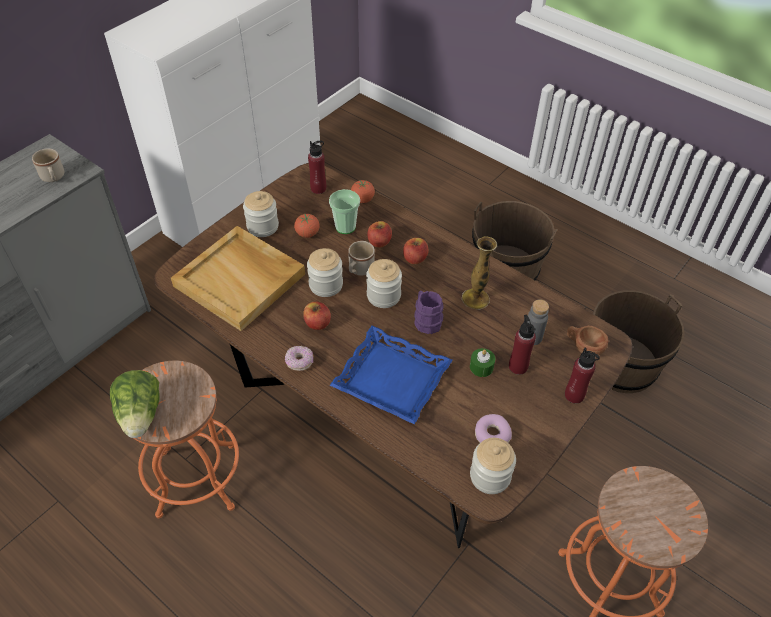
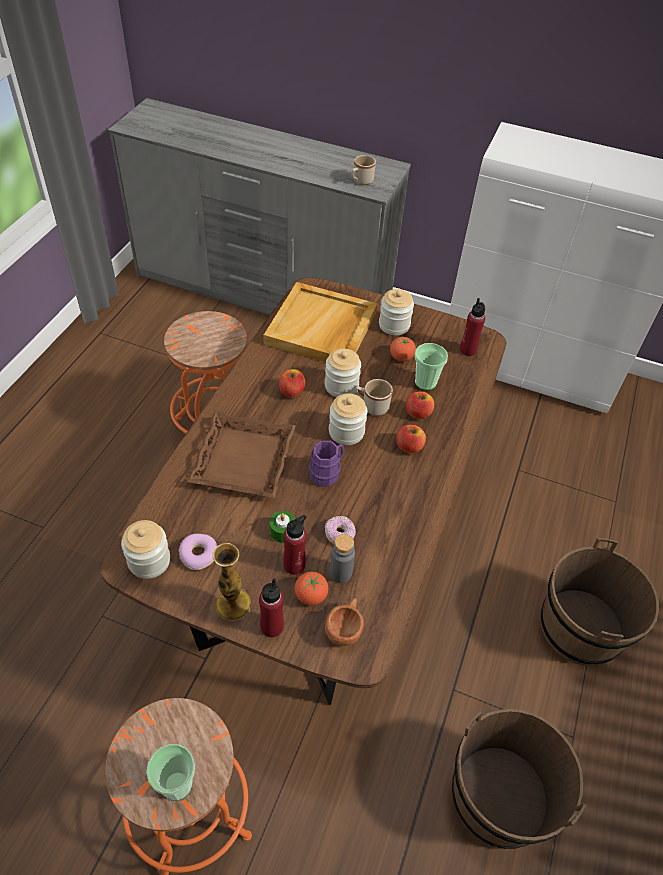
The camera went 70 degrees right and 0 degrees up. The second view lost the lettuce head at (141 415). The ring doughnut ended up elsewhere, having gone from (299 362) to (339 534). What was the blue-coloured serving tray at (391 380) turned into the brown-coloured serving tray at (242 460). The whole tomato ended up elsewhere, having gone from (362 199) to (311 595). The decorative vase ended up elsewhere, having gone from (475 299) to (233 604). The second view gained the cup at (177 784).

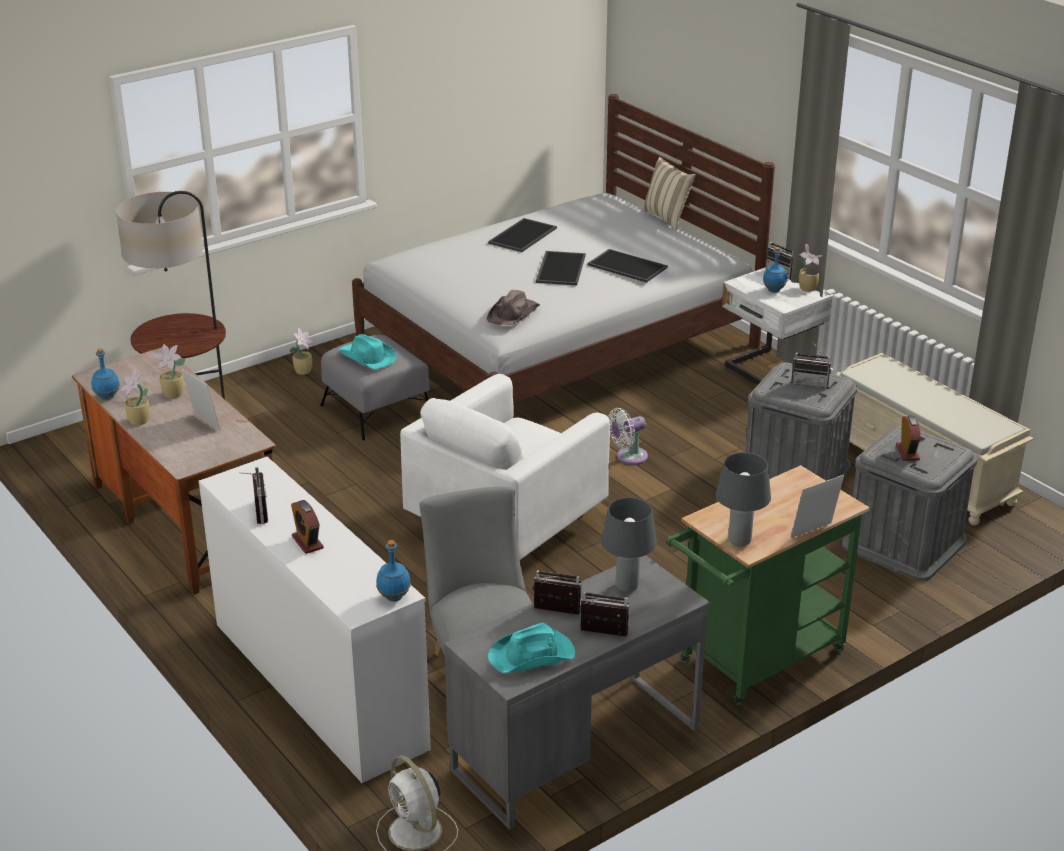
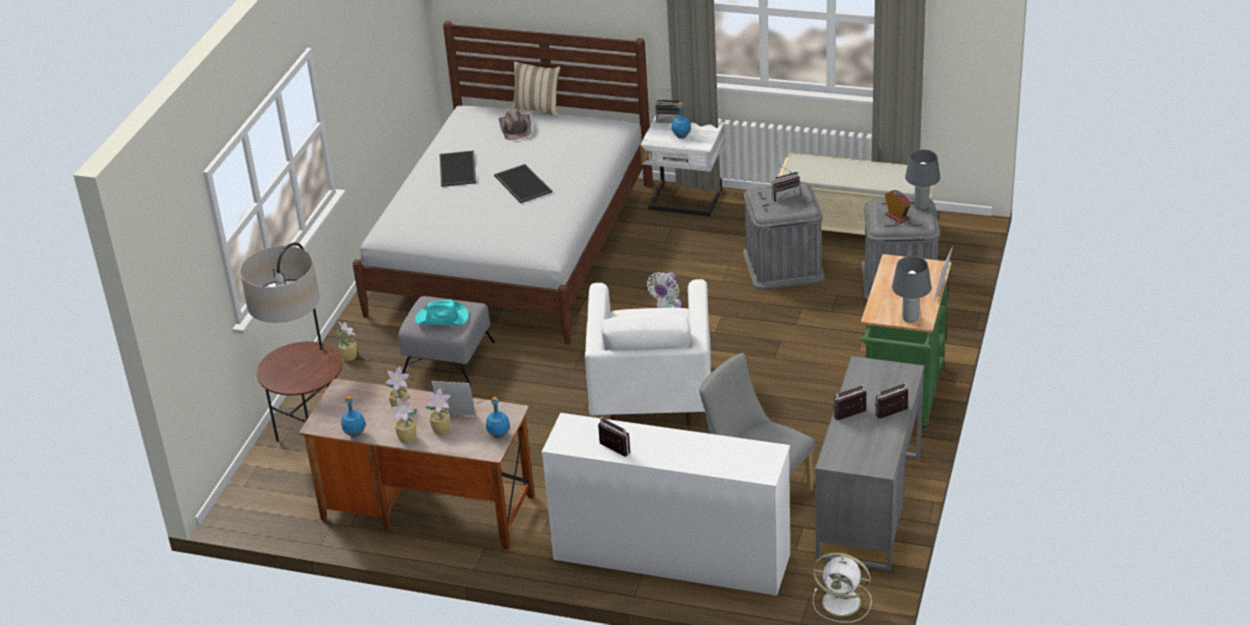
The camera went 35 degrees left and 5 degrees up. The second view lost the table clock at (307 542). The blue-coloured bottle ended up elsewhere, having gone from (393 597) to (498 435). The brown-coloured hat ended up elsewhere, having gone from (514 313) to (516 127). The second view lost the turquoise-coloured hat at (533 655). The second view lost the serving tray at (626 266). The gray table lamp ended up elsewhere, having gone from (626 587) to (921 207). The plant in a pot ended up elsewhere, having gone from (808 289) to (442 430).

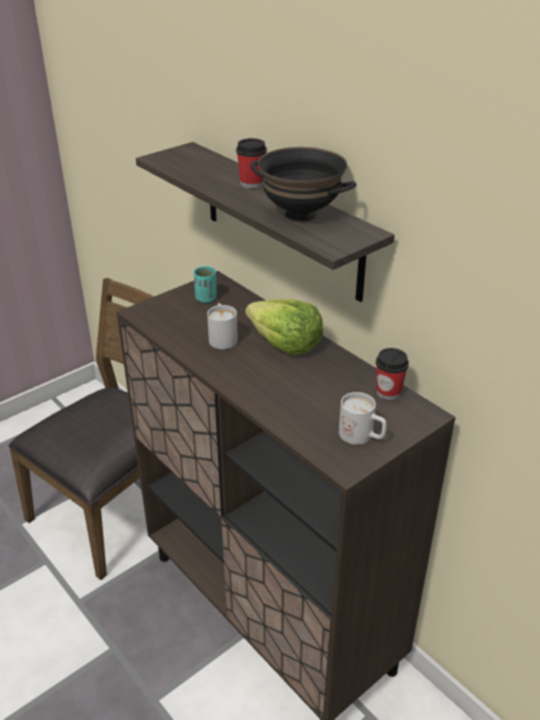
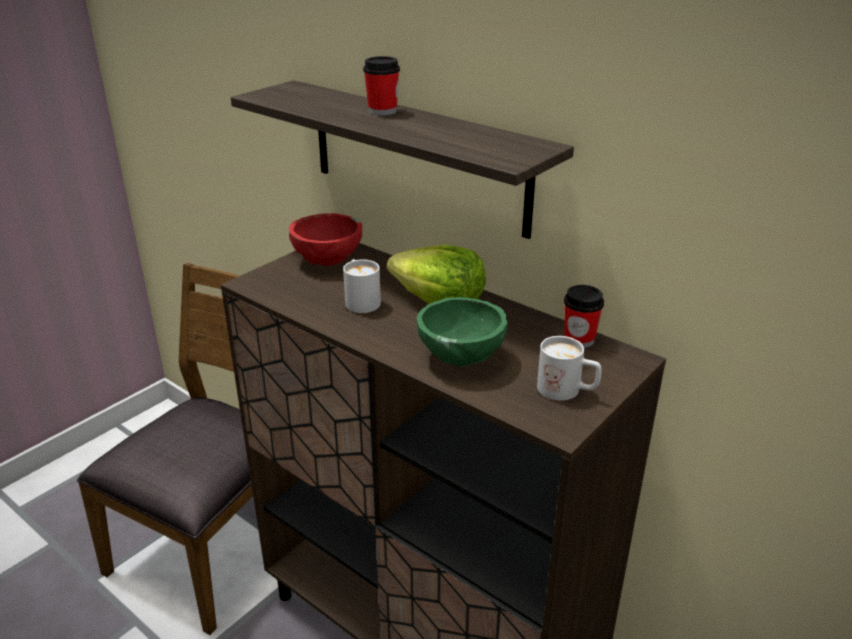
The camera went 10 degrees left and 5 degrees down. Where the turquoise-coloured cup stood at (206 298), the reddish serving bowl came to stand at (328 262). The second view lost the blackish serving bowl at (301 214). The second view gained the green-coloured serving bowl at (459 357).

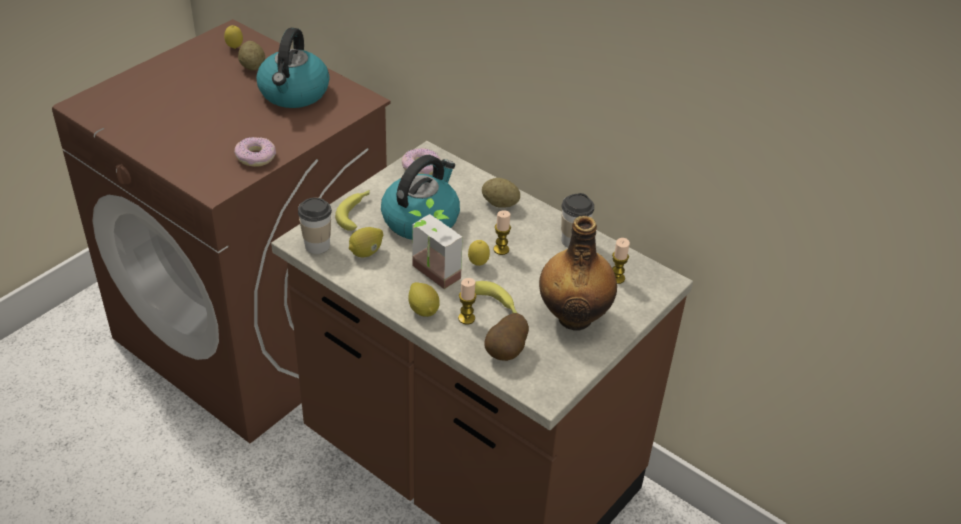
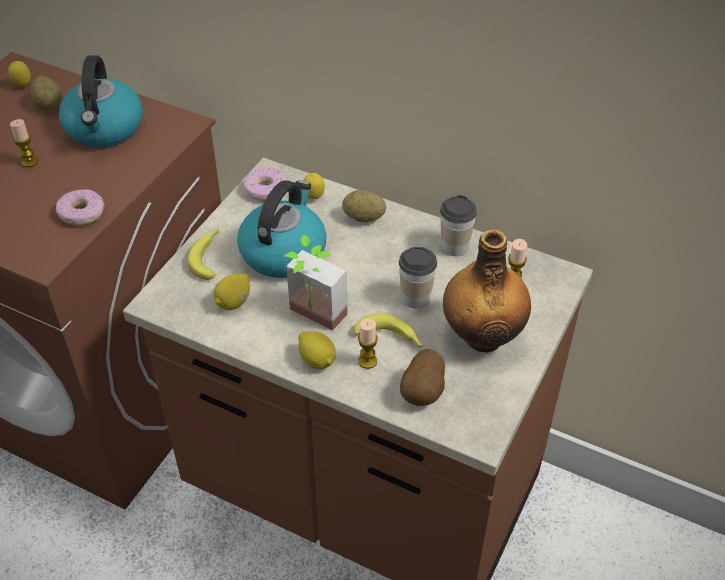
The camera went 10 degrees left and 5 degrees up. The cup ended up elsewhere, having gone from (317 245) to (415 298). The whole lemon ended up elsewhere, having gone from (478 264) to (314 198). The candle ended up elsewhere, having gone from (501 249) to (29 162).

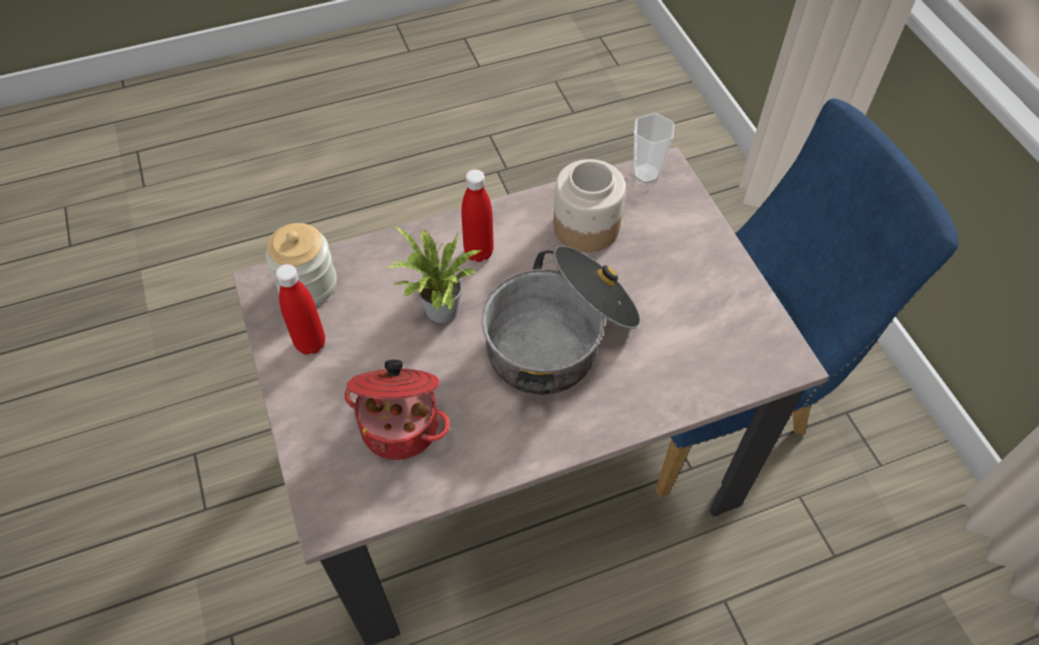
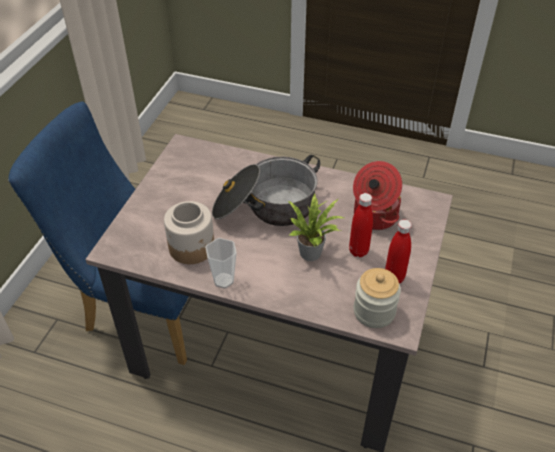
The camera went 140 degrees left and 10 degrees down. The reddish bottle ended up elsewhere, having gone from (478 252) to (358 251). The cup ended up elsewhere, having gone from (646 173) to (223 280).

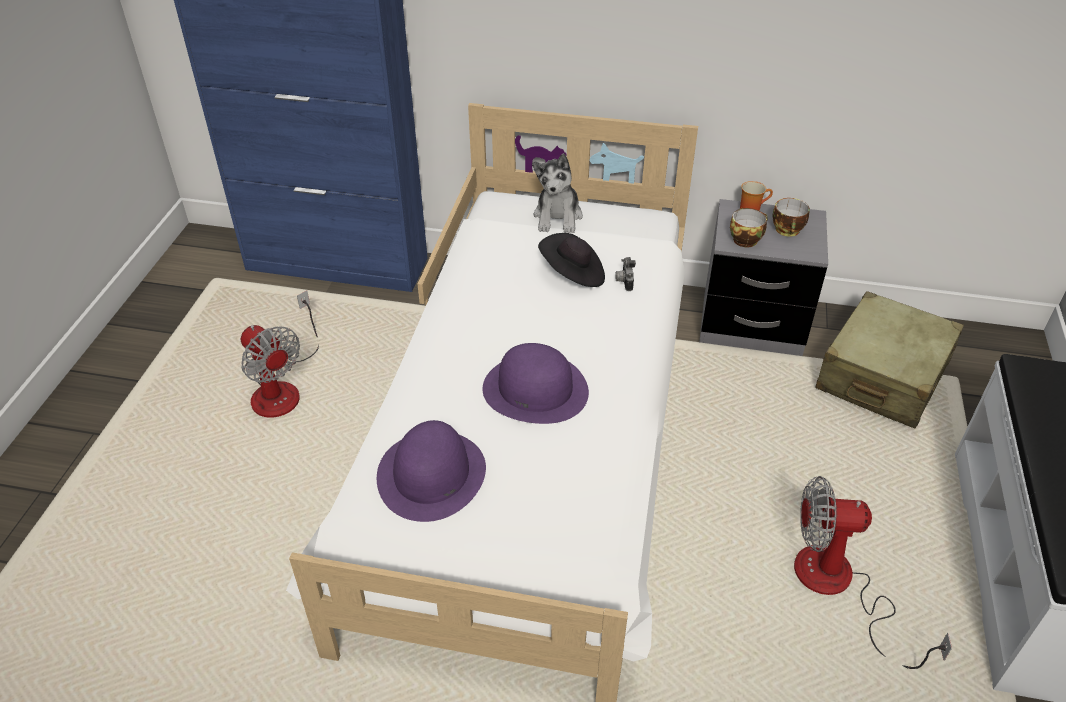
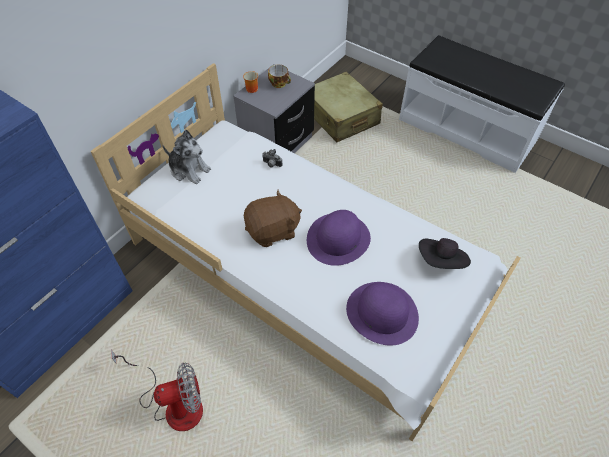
The camera went 65 degrees left and 10 degrees up. The blackish hat ended up elsewhere, having gone from (573 274) to (441 261). The second view lost the cup at (746 239). The second view lost the electric fan at (838 588). The second view gained the brown-coloured soft toy at (273 231).

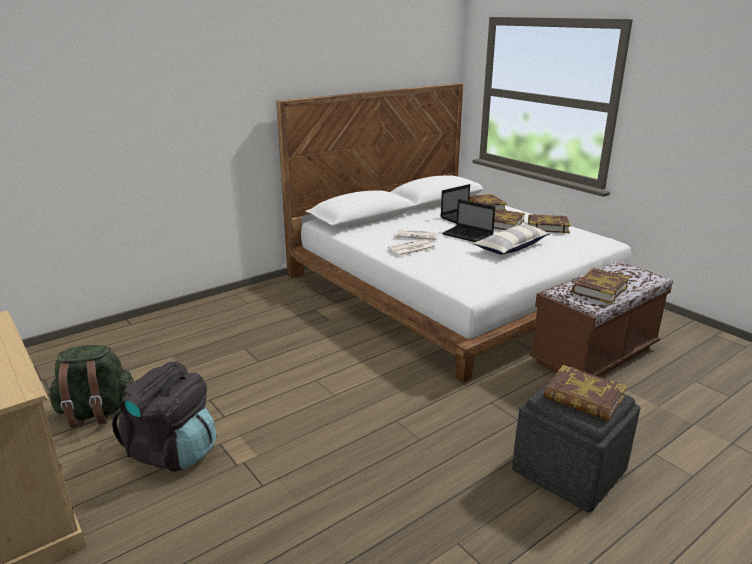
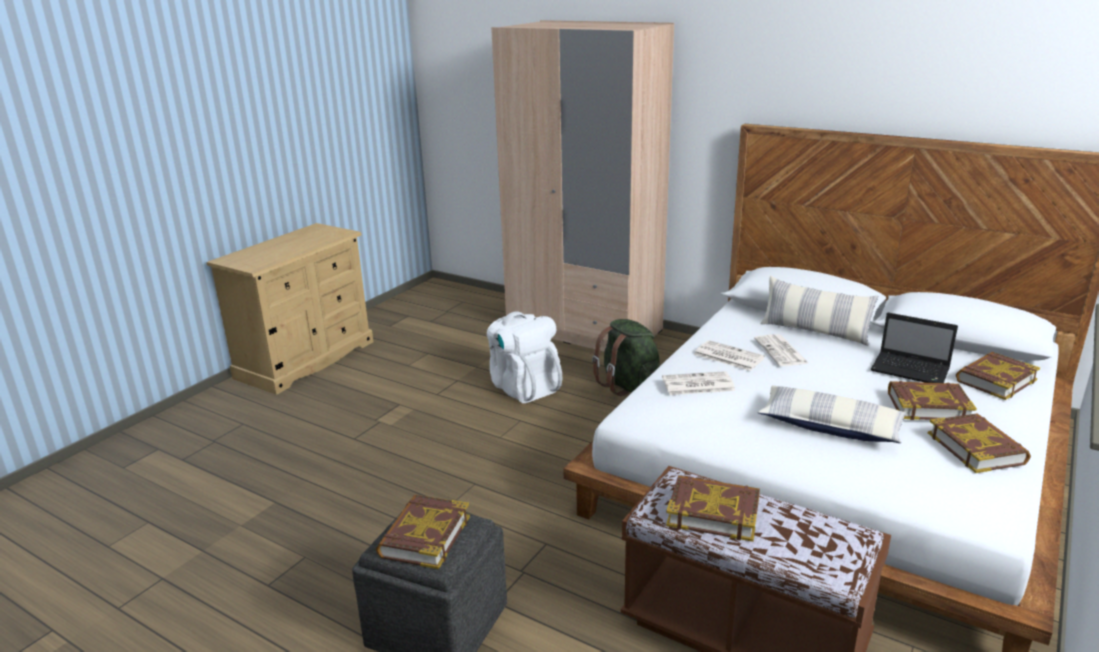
The camera went 70 degrees right and 0 degrees up. The green-coloured rucksack ended up elsewhere, having gone from (96 412) to (629 386). The second view lost the blackish rucksack at (173 451). The second view lost the portable computer at (468 235). The second view gained the whitish rucksack at (523 387). The second view gained the sand-coloured wardrobe at (584 330). The second view gained the printed paper at (697 384). The second view gained the pillow at (814 332).

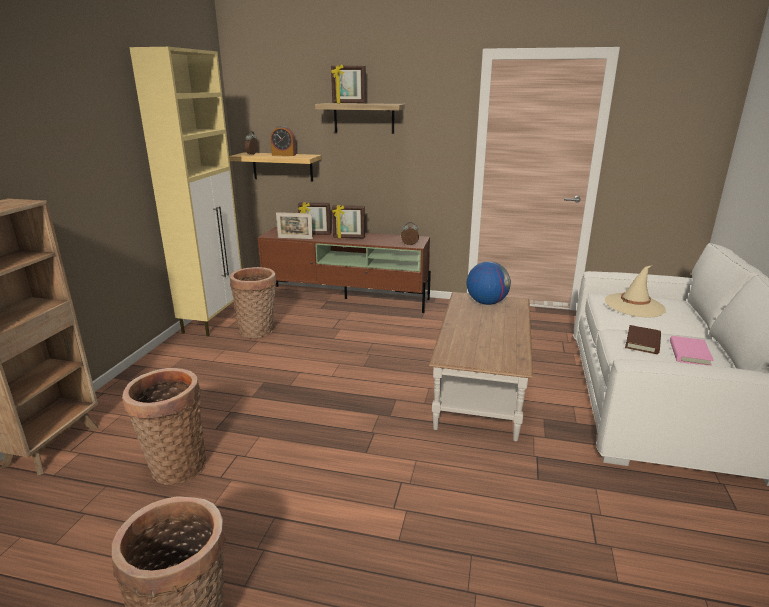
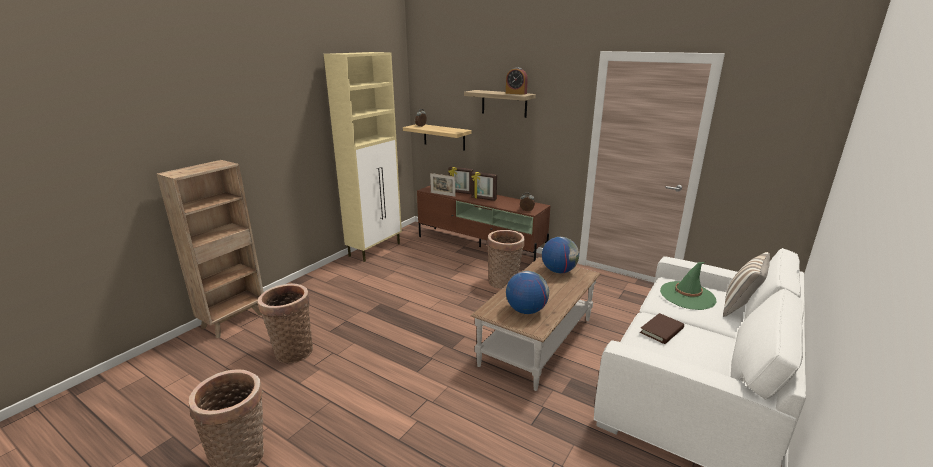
The camera went 20 degrees right and 0 degrees up. The storage basket ended up elsewhere, having gone from (258 331) to (504 282). The table clock ended up elsewhere, having gone from (284 155) to (516 93). The second view lost the standing frame at (349 103). What was the sand-coloured hat at (634 306) turned into the green-coloured hat at (687 296). The second view lost the pink book at (689 353). The second view gained the globe at (526 310). The second view gained the pillow at (740 308).

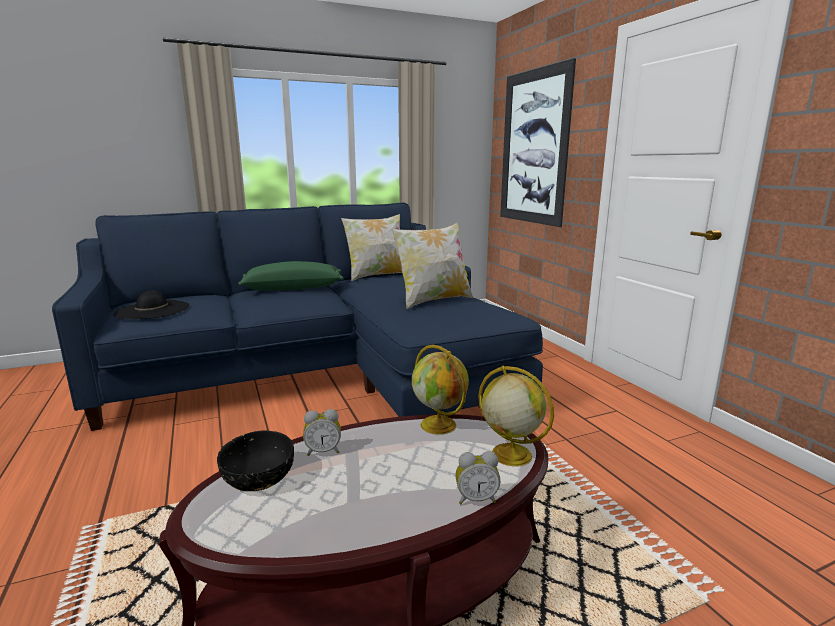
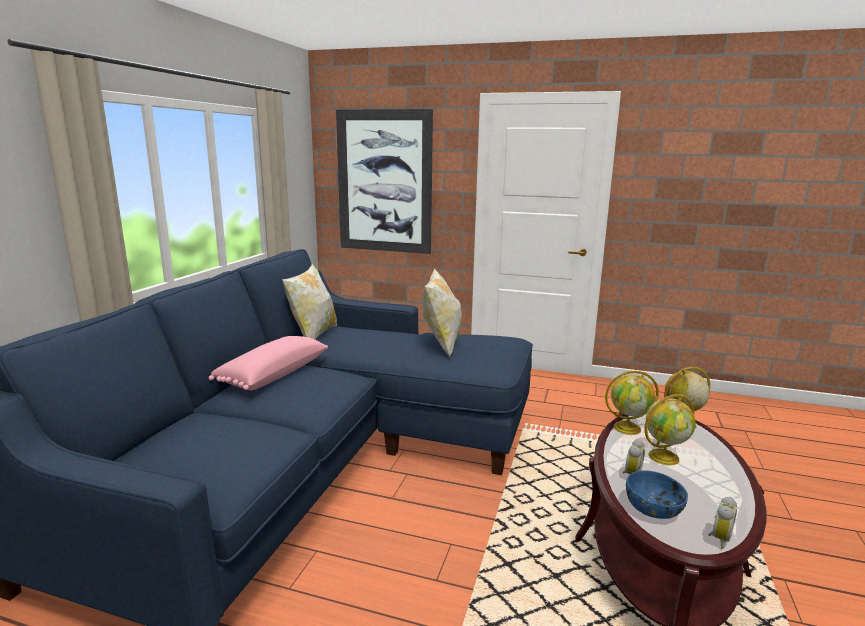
The camera went 50 degrees left and 0 degrees up. The second view lost the blackish hat at (152 310). What was the blackish serving bowl at (258 479) turned into the blue-coloured serving bowl at (653 509). What was the green-coloured pillow at (293 288) turned into the pink pillow at (272 374). The table clock ended up elsewhere, having gone from (476 499) to (718 539). The second view gained the globe at (664 457).

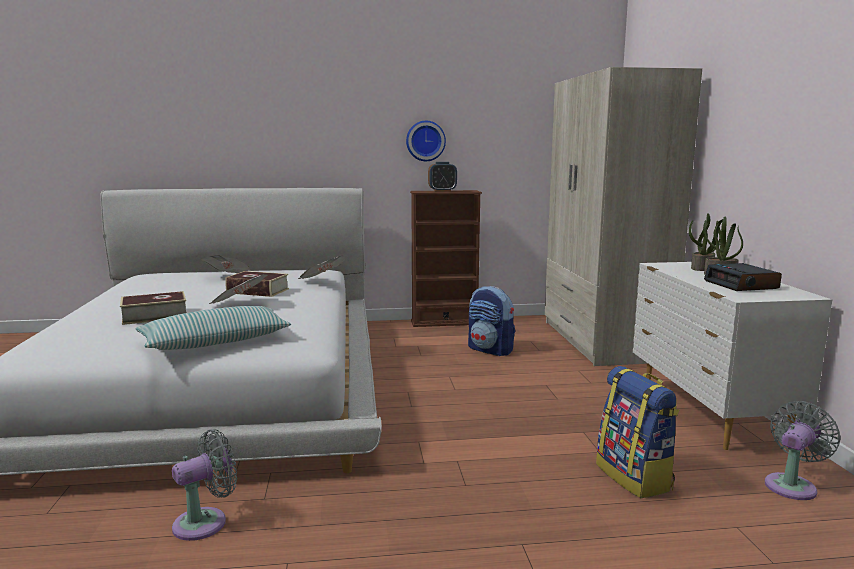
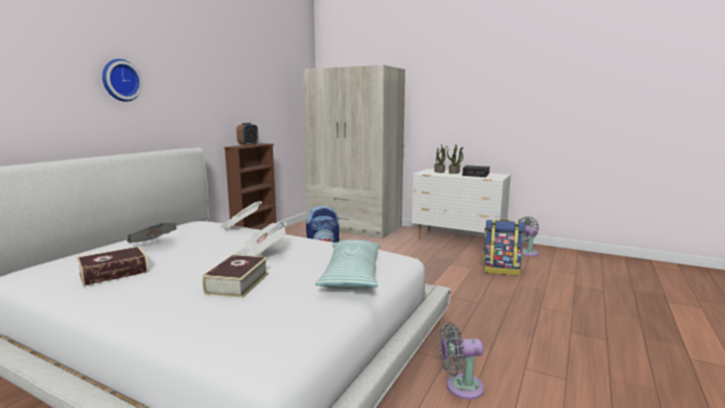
The camera went 55 degrees left and 0 degrees up. The gray electric fan at (205 522) ended up facing another way, 90 degrees counterclockwise from before. The book ended up elsewhere, having gone from (258 291) to (114 273). The clock on the wall ended up elsewhere, having gone from (425 141) to (120 80).

